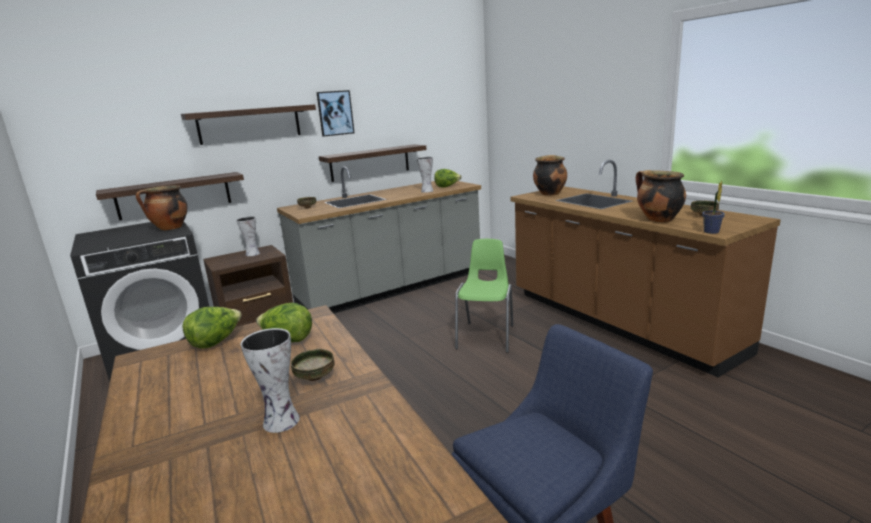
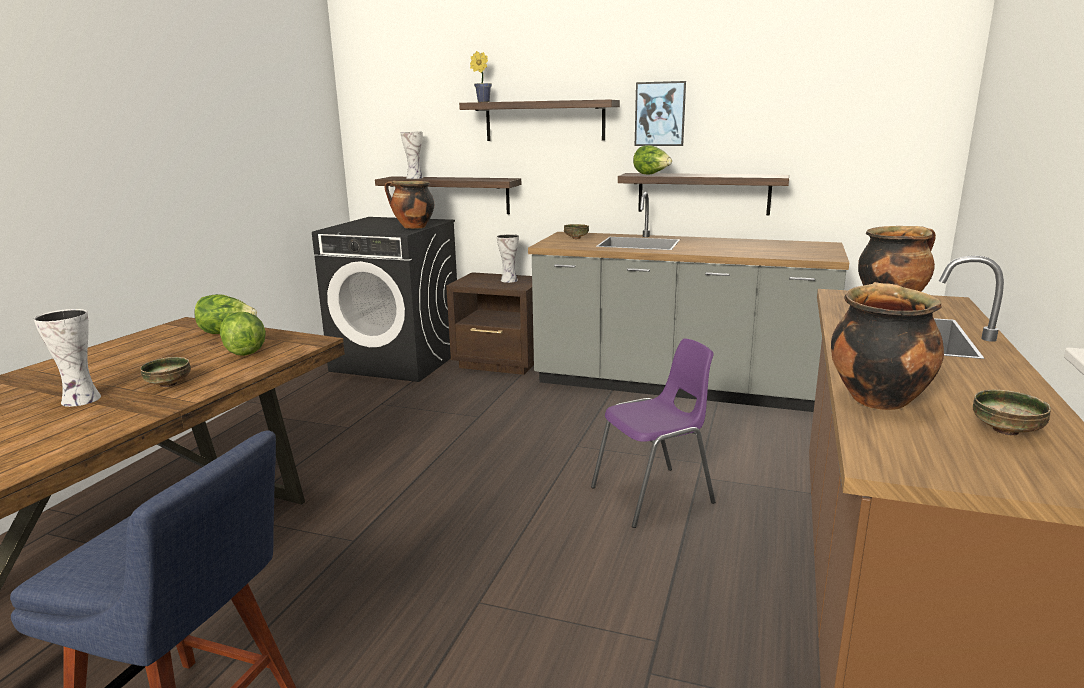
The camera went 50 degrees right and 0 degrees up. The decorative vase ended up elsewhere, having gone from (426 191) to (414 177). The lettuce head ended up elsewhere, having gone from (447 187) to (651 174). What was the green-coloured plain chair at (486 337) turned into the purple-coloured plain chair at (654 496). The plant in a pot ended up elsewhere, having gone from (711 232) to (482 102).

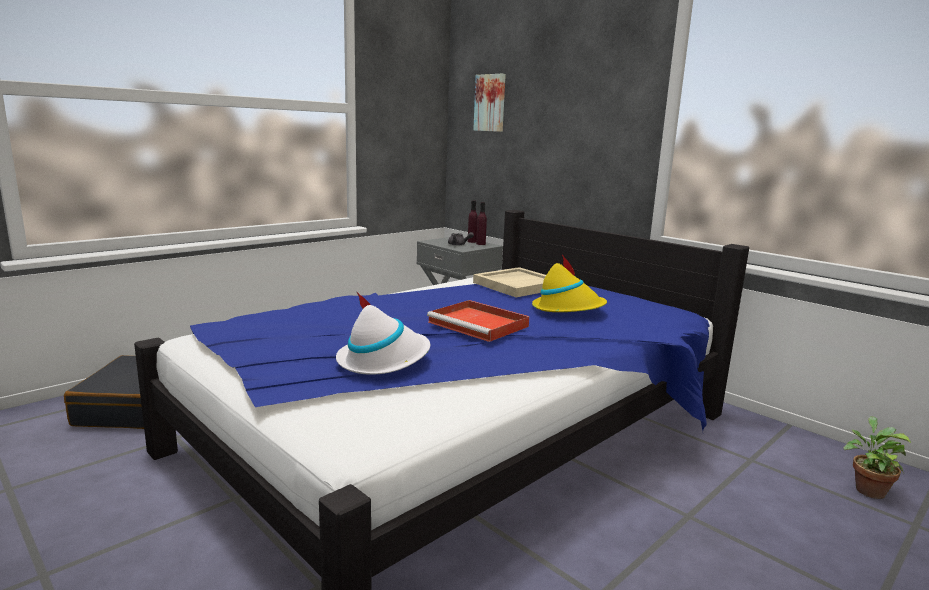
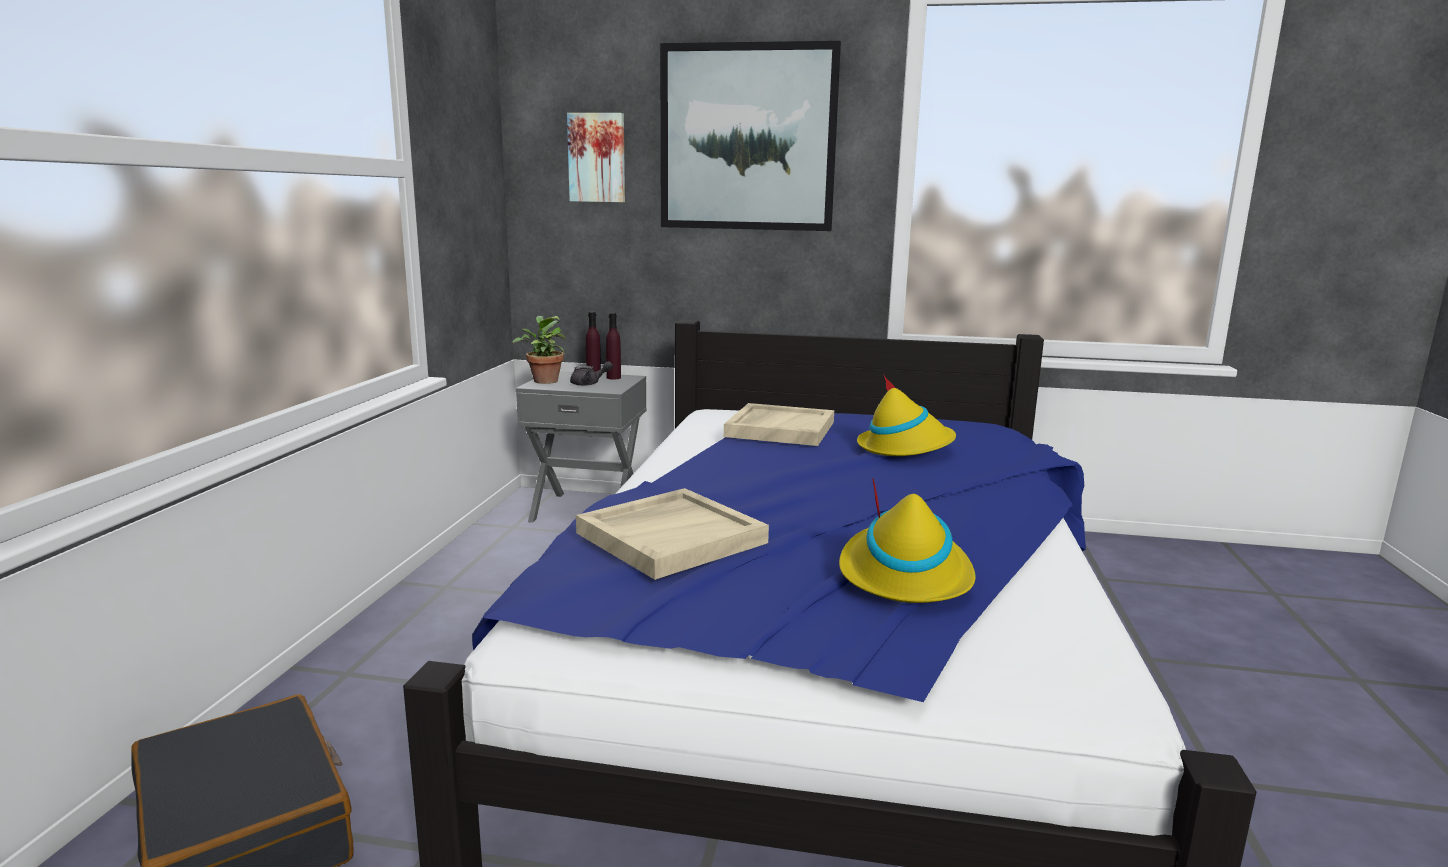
The camera went 35 degrees left and 0 degrees up. What was the whitish hat at (384 360) turned into the yellowish hat at (904 573). The second view lost the reddish serving tray at (480 324). The plant in a pot ended up elsewhere, having gone from (867 489) to (544 380). The second view gained the sand-coloured serving tray at (671 537). The second view gained the wall art at (747 138).

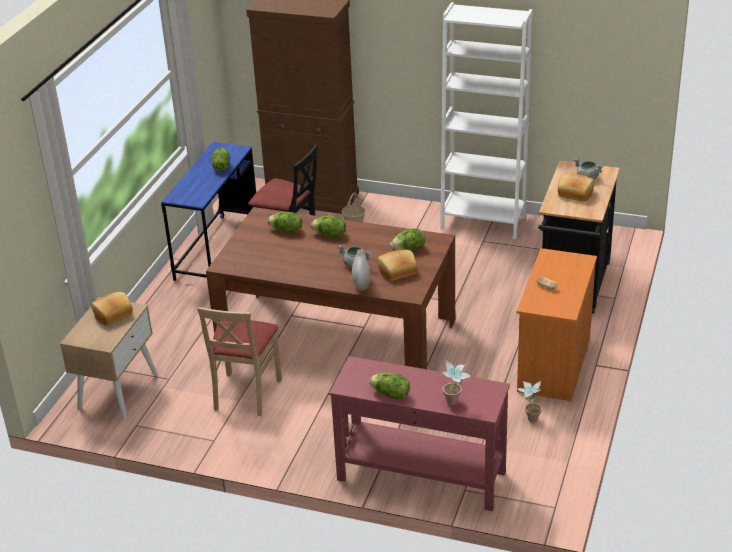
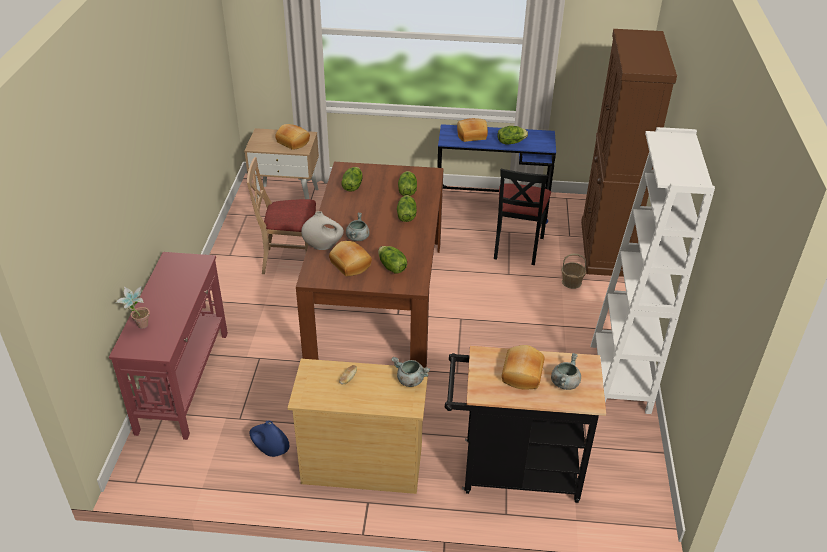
The camera went 75 degrees right and 5 degrees up. The lettuce head ended up elsewhere, having gone from (390 395) to (352 186). What was the orange-coloured dresser at (554 365) turned into the sand-coloured dresser at (361 464). Where the plant in a pot stood at (530 417), the blue-coloured decorative vase came to stand at (271 451). The second view gained the gray stockpot at (410 380). The second view gained the baked bread at (471 135).

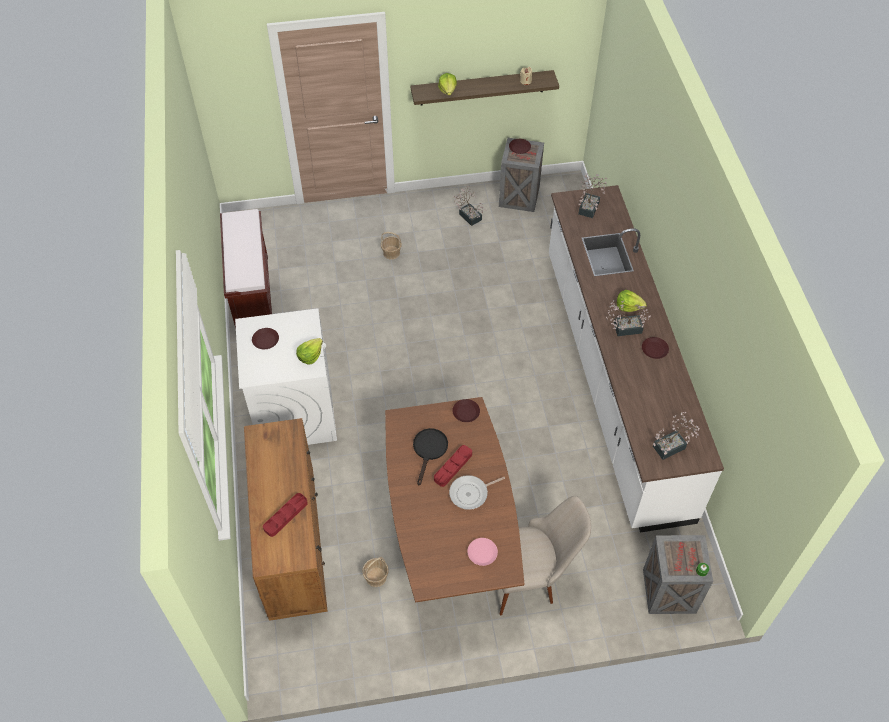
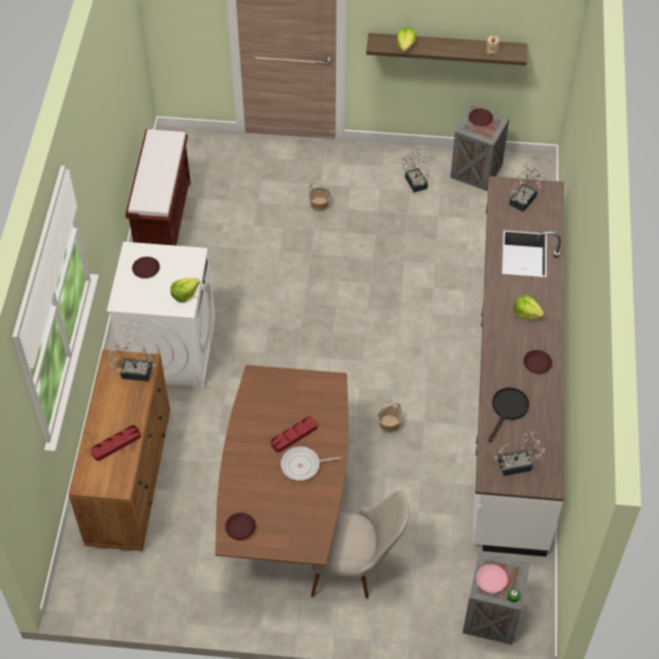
The camera went 15 degrees right and 0 degrees up. The storage basket ended up elsewhere, having gone from (376 577) to (389 424). The blackish skillet ended up elsewhere, having gone from (429 450) to (508 410). The brown-coloured dinner plate ended up elsewhere, having gone from (466 412) to (240 528). The pink dinner plate ended up elsewhere, having gone from (482 553) to (491 580). The plant in a pot ended up elsewhere, having gone from (624 328) to (133 372).

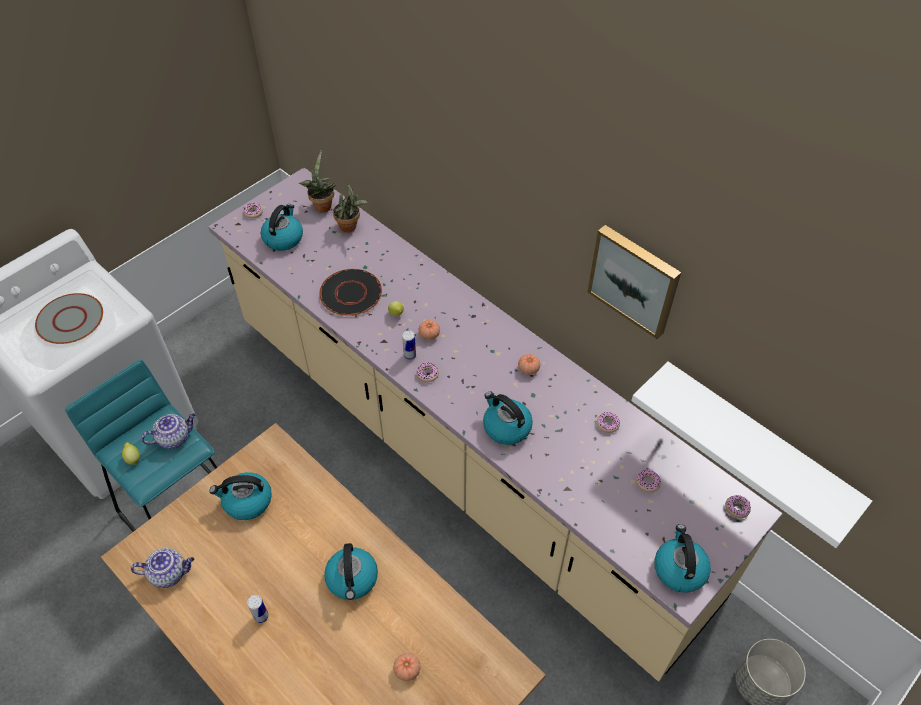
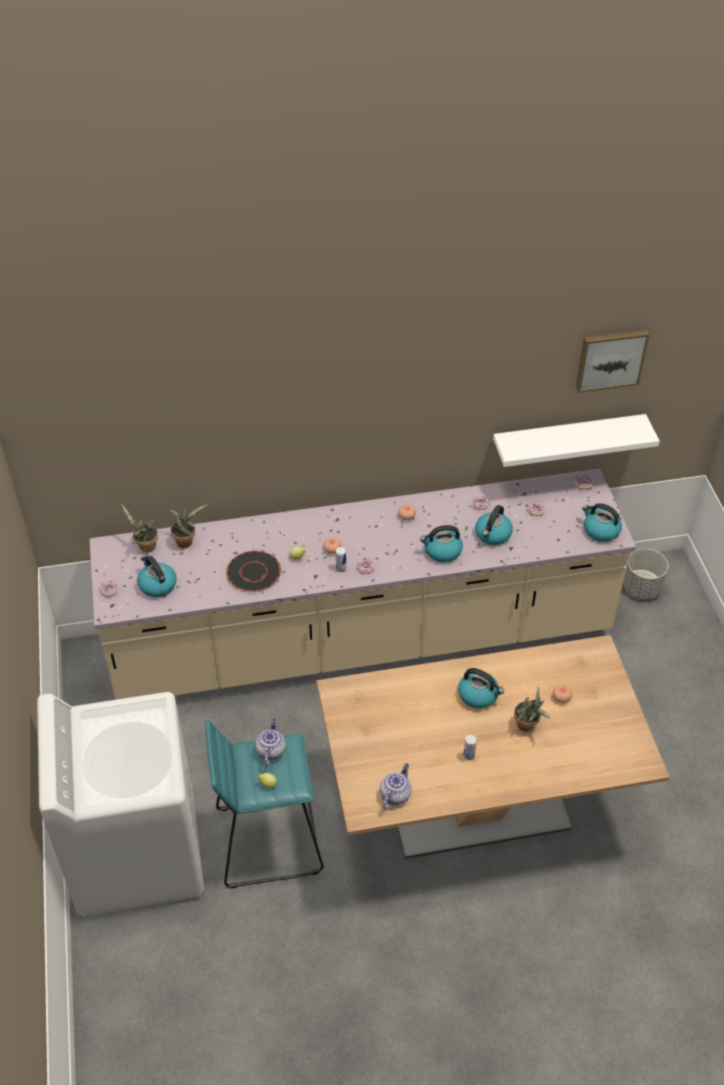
The camera went 55 degrees left and 5 degrees down. The second view lost the gray dinner plate at (70 320). The kettle ended up elsewhere, having gone from (247 502) to (493 535). The wall art ended up elsewhere, having gone from (635 279) to (610 359). The second view gained the plant in a pot at (528 726).

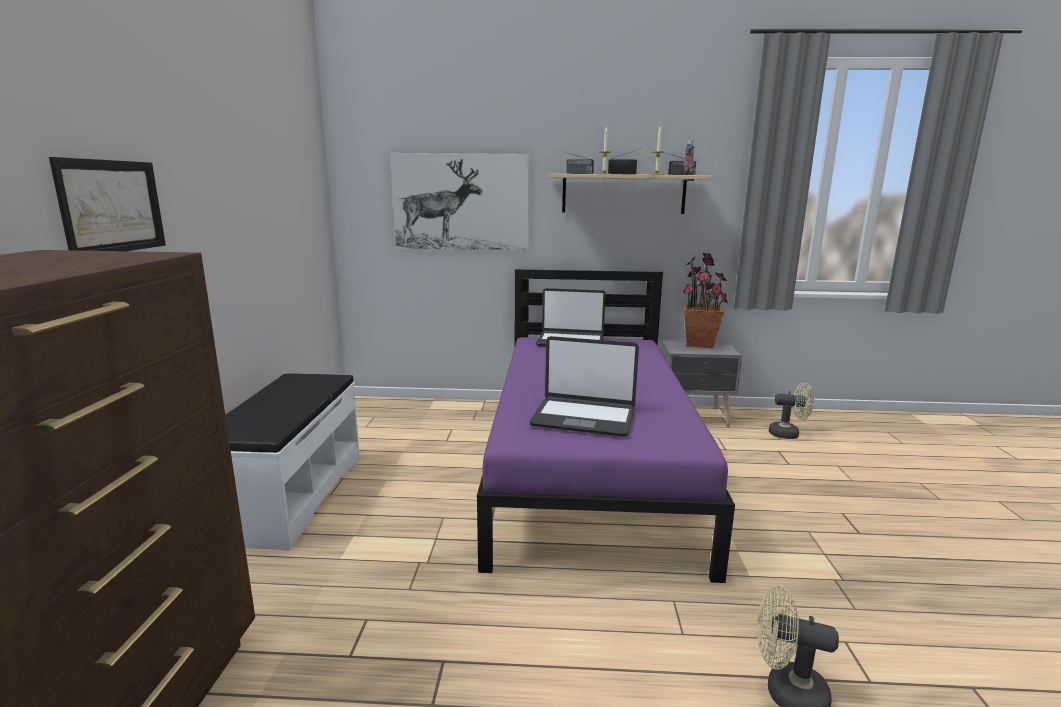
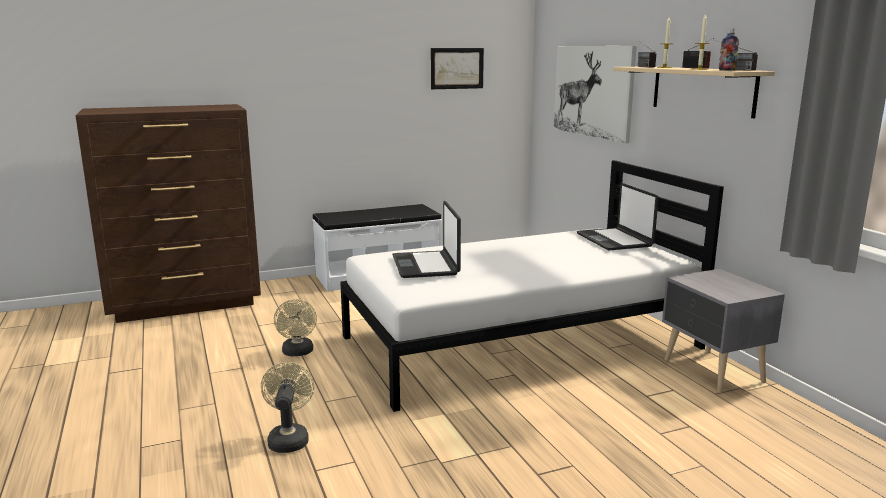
The camera went 65 degrees right and 0 degrees up. The wall art ended up elsewhere, having gone from (112 206) to (457 68). What was the purple-coloured bedroom bed at (590 466) turned into the whitish bedroom bed at (520 342). The second view lost the plant in a pot at (699 344). The sand-coloured electric fan ended up elsewhere, having gone from (788 434) to (298 353).

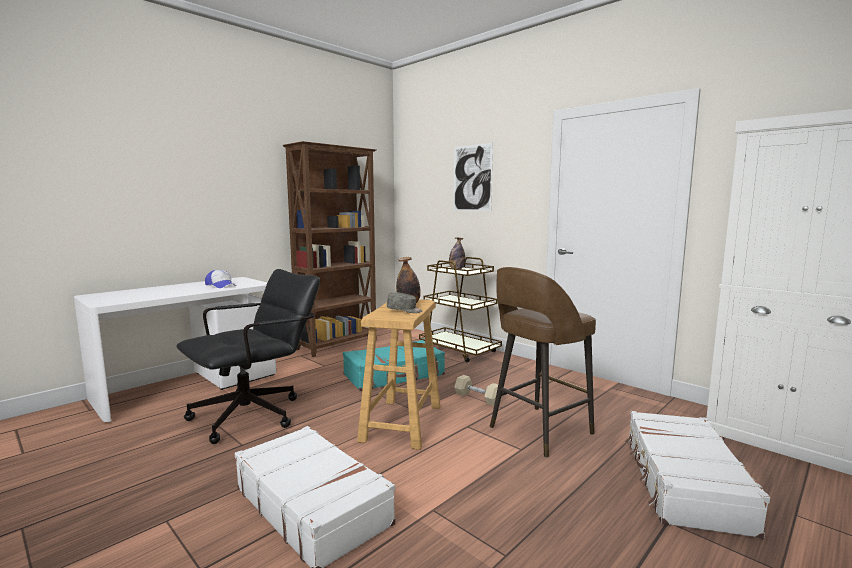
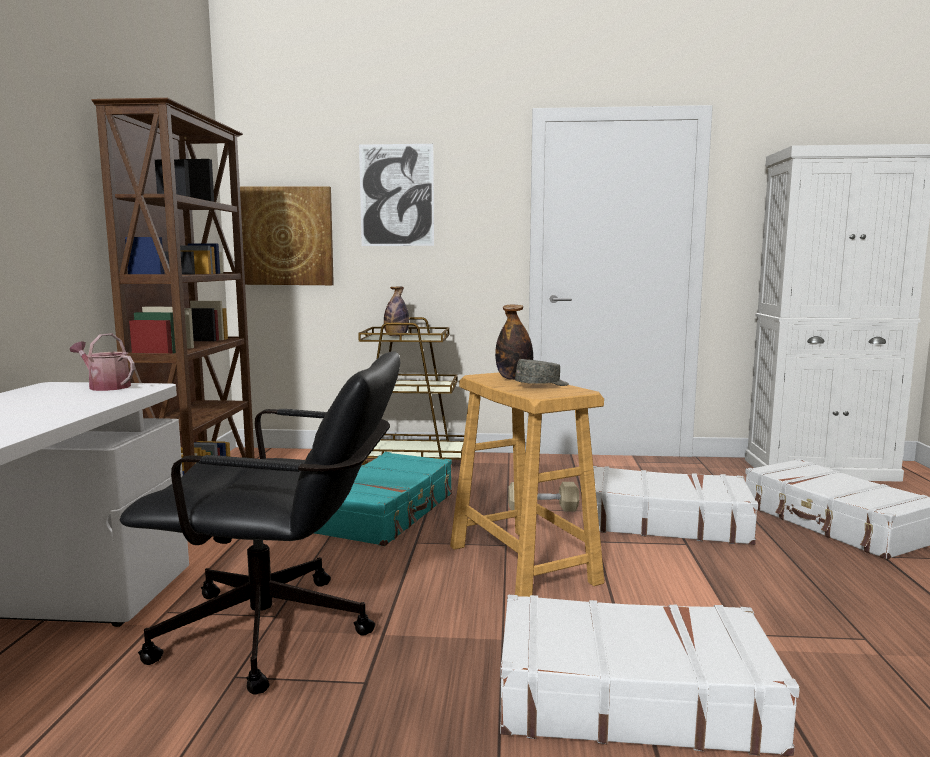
The camera went 40 degrees left and 0 degrees up. The blackish office chair at (256 413) ended up facing another way, 90 degrees clockwise from before. The second view lost the baseball cap at (221 285). Where the brown-coloured stool stood at (538 431), the whitish travel case came to stand at (664 522). The second view gained the sprinkling can at (106 386). The second view gained the wall art at (285 236).

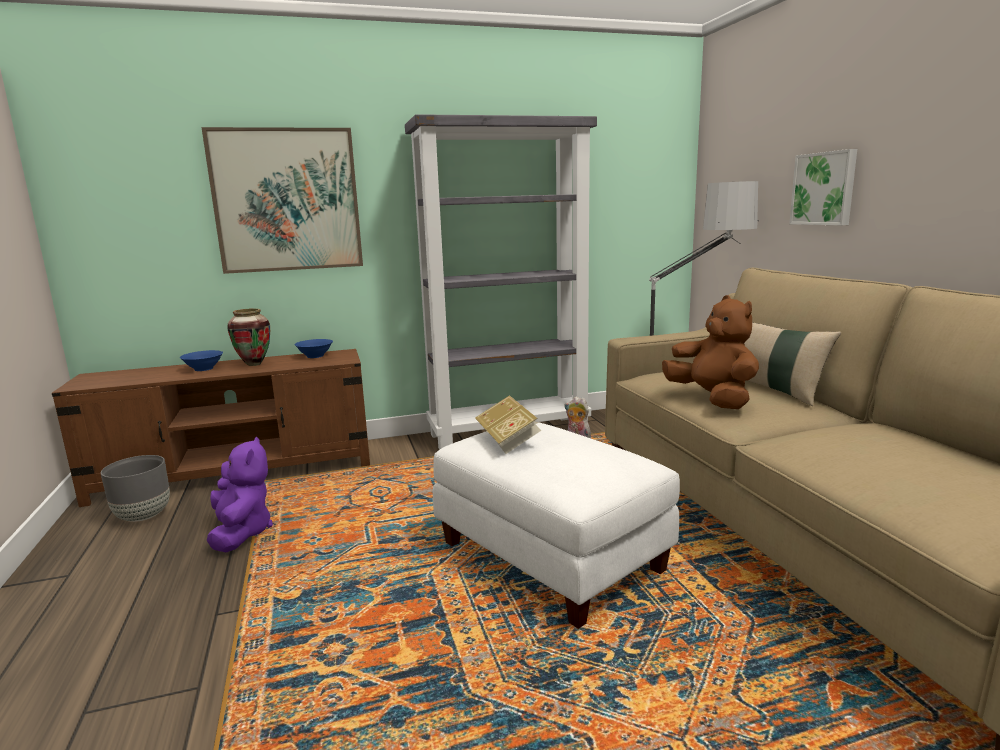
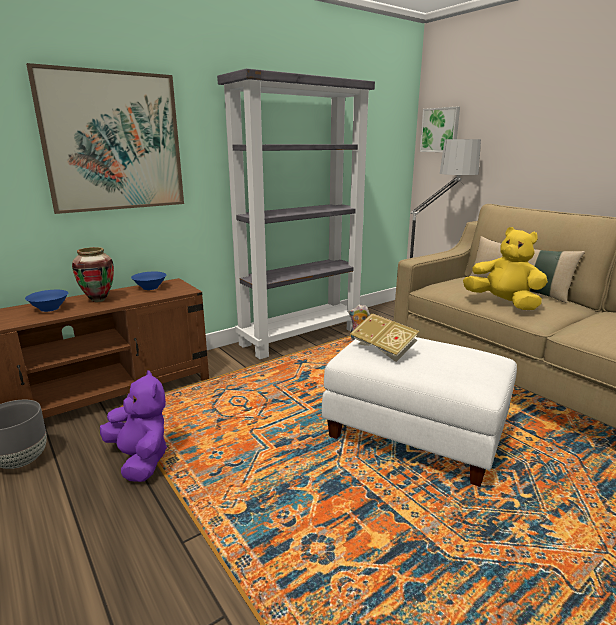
The camera went 20 degrees left and 5 degrees up. What was the brown-coloured soft toy at (712 399) turned into the yellowish soft toy at (503 303). The wall art ended up elsewhere, having gone from (824 189) to (440 130).

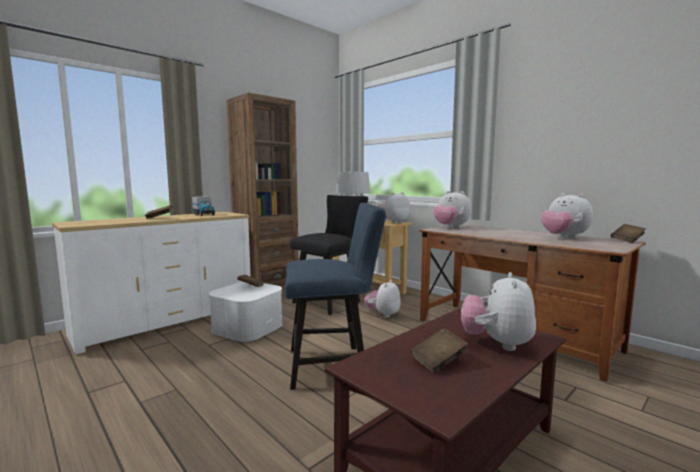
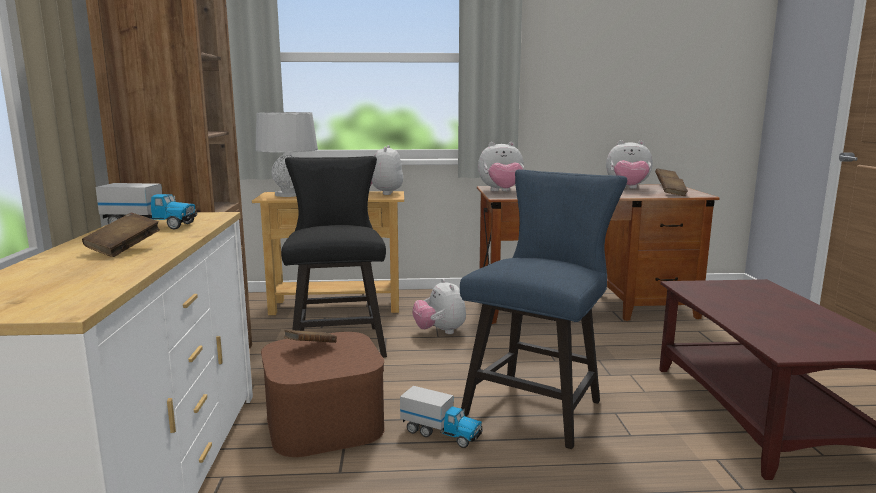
The camera went 50 degrees left and 5 degrees up. What was the whitish storage container at (247 327) turned into the brown-coloured storage container at (324 422). The brown-coloured book ended up elsewhere, having gone from (438 361) to (672 194). The second view lost the soft toy at (496 344). The second view gained the toy lorry at (441 433).

